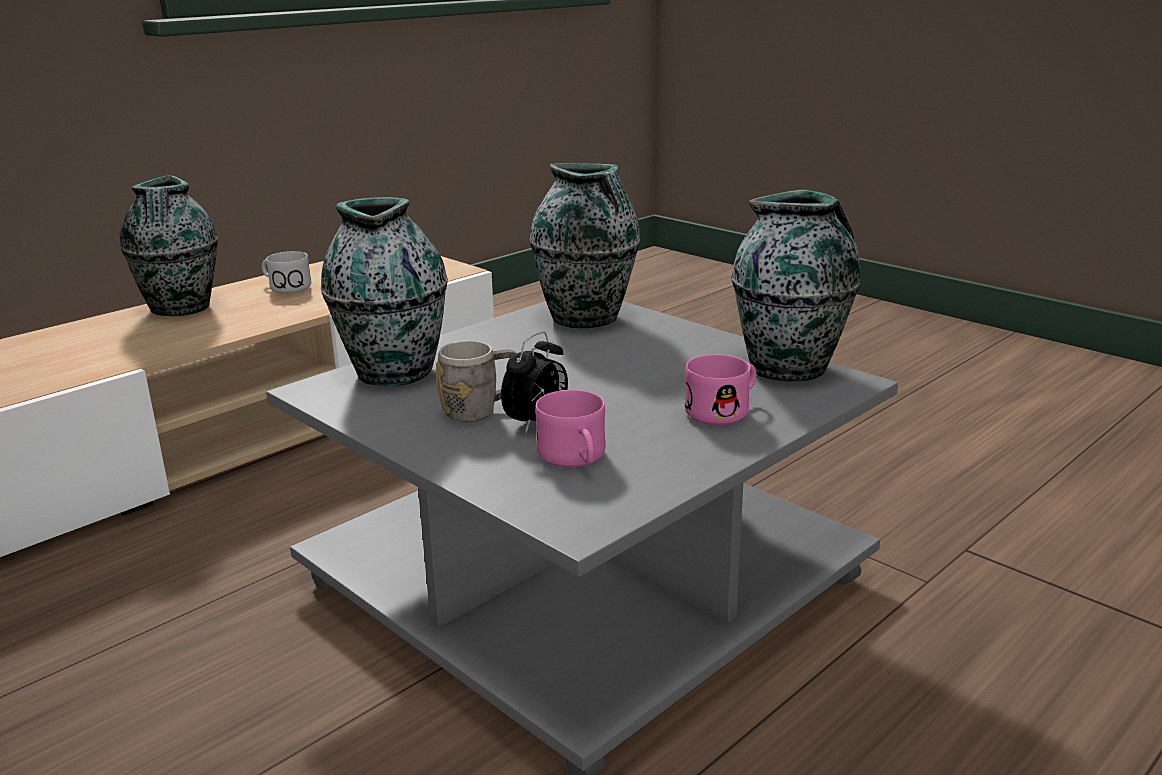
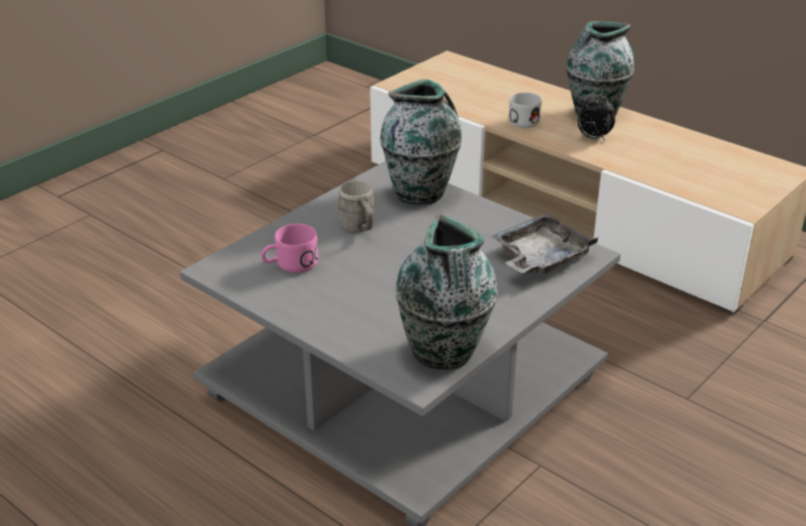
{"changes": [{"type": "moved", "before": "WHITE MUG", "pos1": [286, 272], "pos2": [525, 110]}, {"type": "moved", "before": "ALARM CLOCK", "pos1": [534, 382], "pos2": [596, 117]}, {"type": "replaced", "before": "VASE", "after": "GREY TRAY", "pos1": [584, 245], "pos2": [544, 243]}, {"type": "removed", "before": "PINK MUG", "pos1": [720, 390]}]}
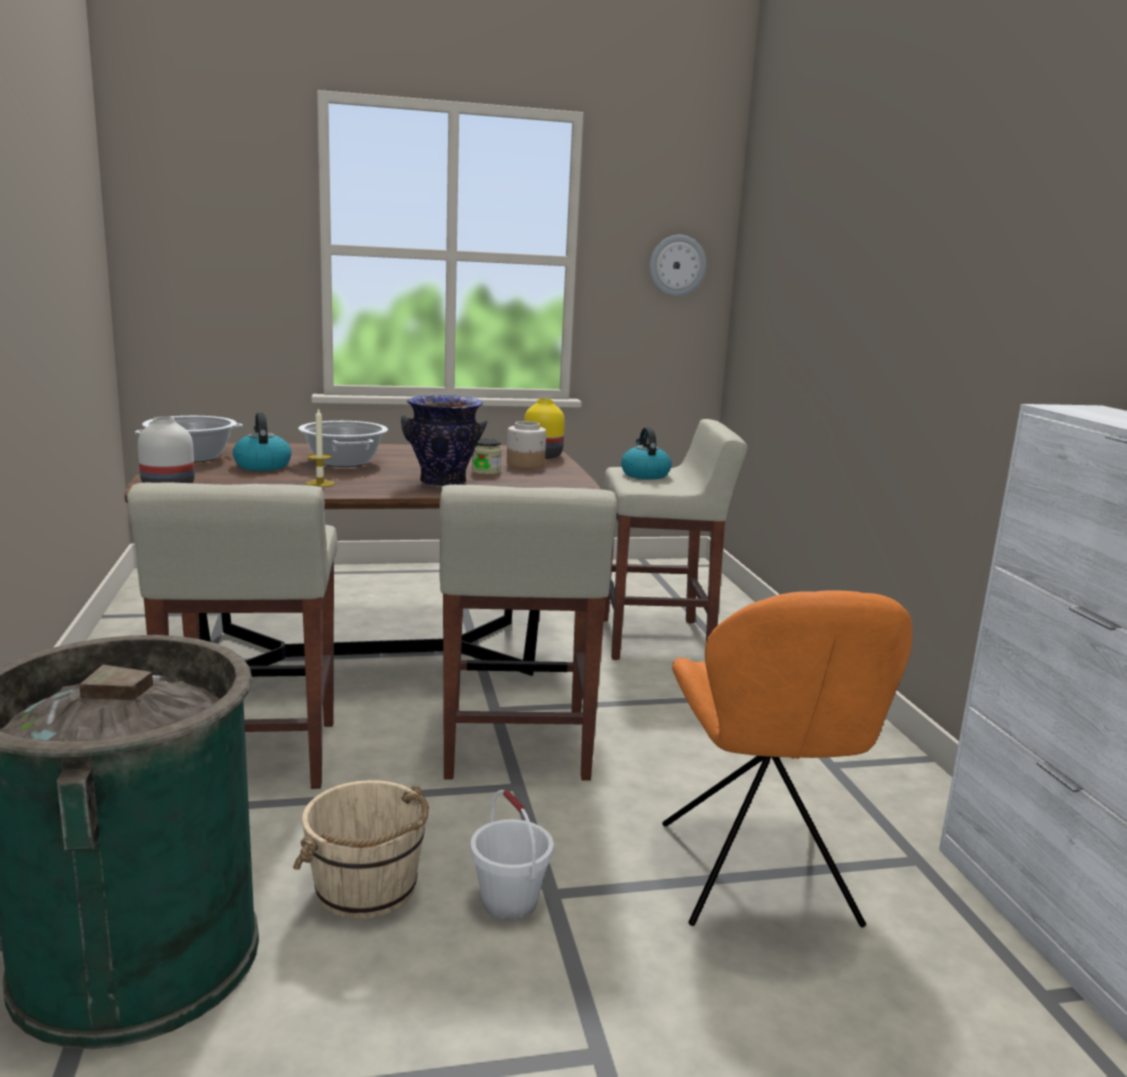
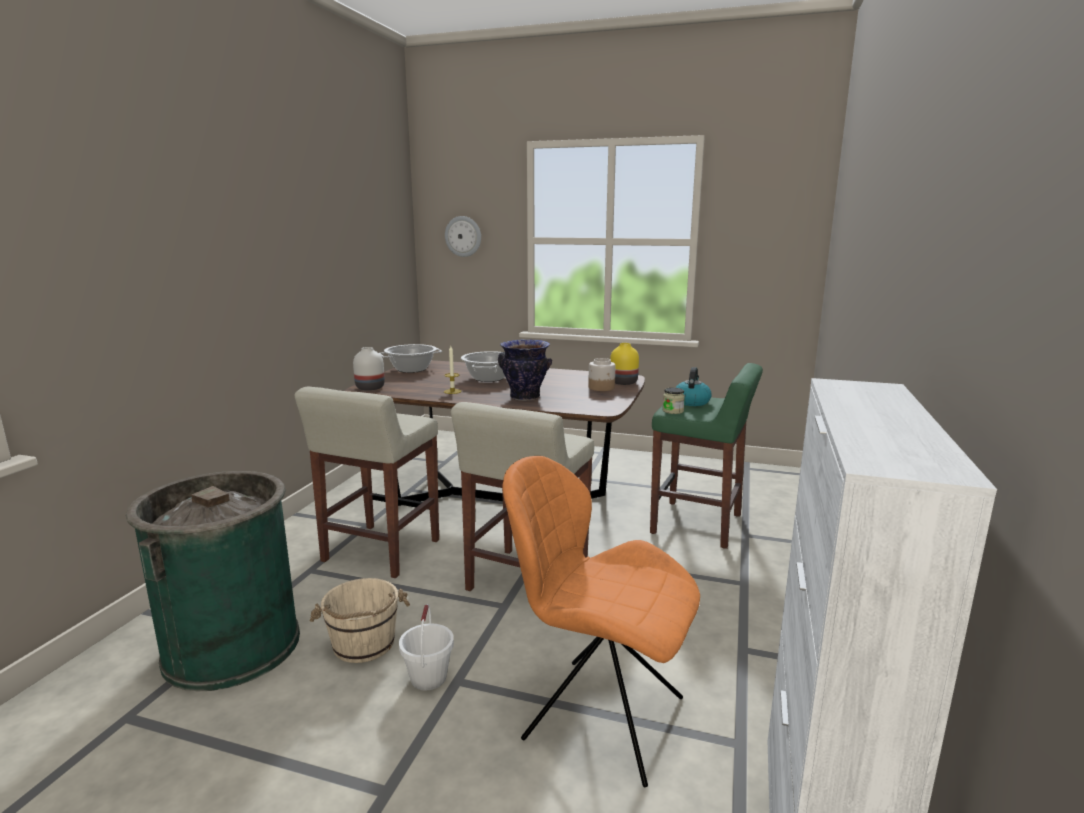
{"changes": [{"type": "removed", "before": "KETTLE", "pos1": [262, 441]}, {"type": "moved", "before": "JAR", "pos1": [487, 457], "pos2": [674, 401]}, {"type": "recoloured", "before": "BEIGE STOOL", "after": "GREEN STOOL", "pos1": [676, 539], "pos2": [706, 456]}, {"type": "moved", "before": "WALL CLOCK", "pos1": [677, 266], "pos2": [463, 236]}, {"type": "turned", "before": "ORANGE CHAIR", "pos1": [787, 758], "pos2": [601, 621], "turn": 90}]}
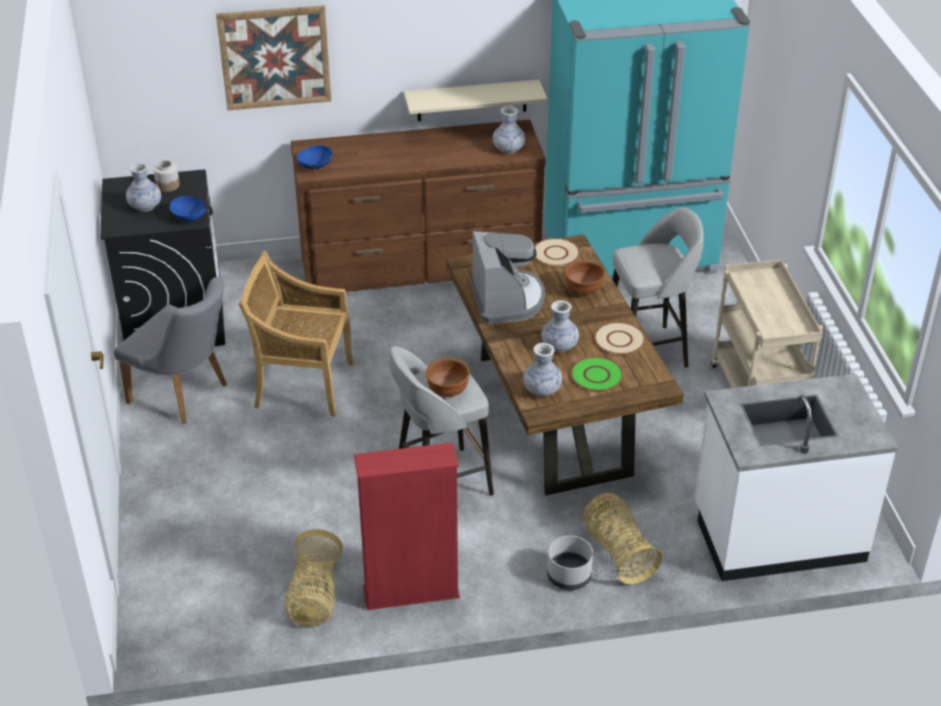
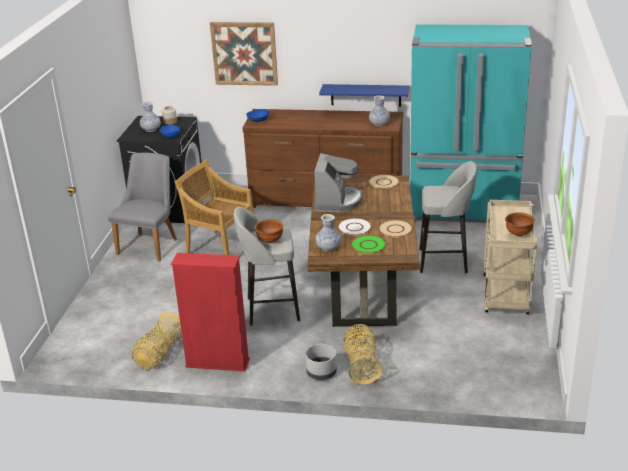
{"changes": [{"type": "turned", "before": "GREY CHAIR", "pos1": [170, 350], "pos2": [142, 207], "turn": -120}, {"type": "recoloured", "before": "BEIGE SHELF", "after": "BLUE SHELF", "pos1": [475, 100], "pos2": [364, 95]}, {"type": "replaced", "before": "VASE", "after": "WHITE PLATE", "pos1": [560, 326], "pos2": [355, 226]}, {"type": "moved", "before": "BROWN BOWL", "pos1": [585, 277], "pos2": [520, 224]}, {"type": "removed", "before": "WHITE COUNTER", "pos1": [796, 477]}]}
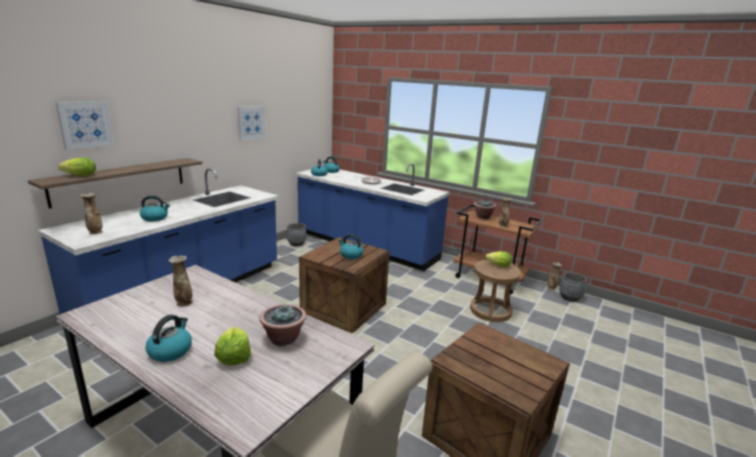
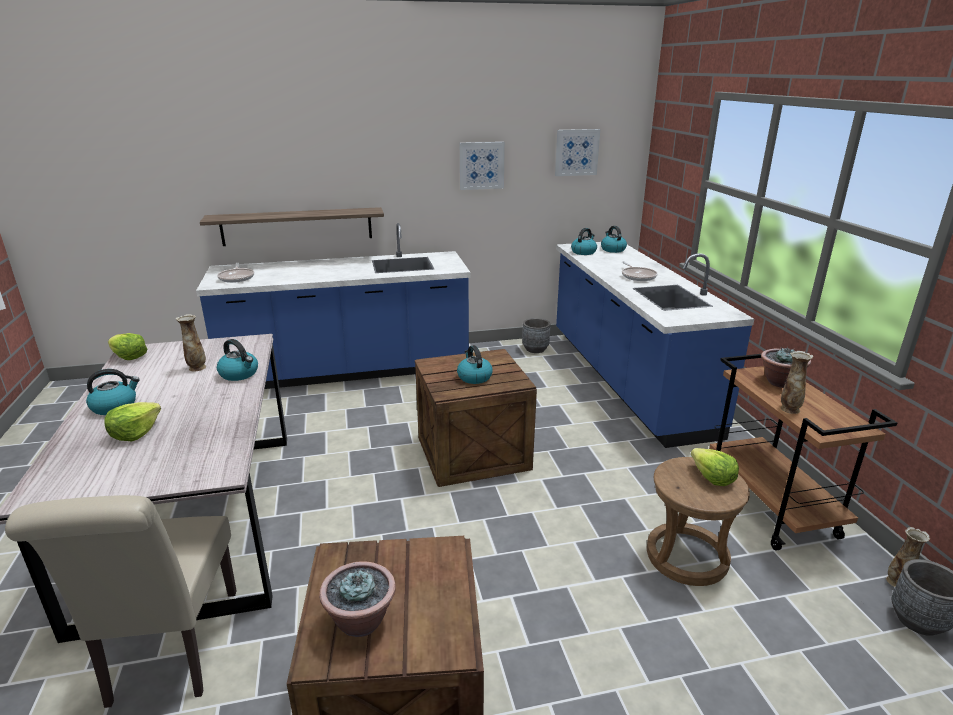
{"changes": [{"type": "moved", "before": "PICTURE", "pos1": [85, 125], "pos2": [577, 152]}, {"type": "moved", "before": "LETTUCE", "pos1": [77, 166], "pos2": [127, 346]}, {"type": "replaced", "before": "VASE", "after": "FRYING PAN", "pos1": [91, 214], "pos2": [235, 273]}, {"type": "moved", "before": "KETTLE", "pos1": [155, 208], "pos2": [237, 360]}, {"type": "moved", "before": "POTTED PLANT", "pos1": [283, 325], "pos2": [357, 599]}]}
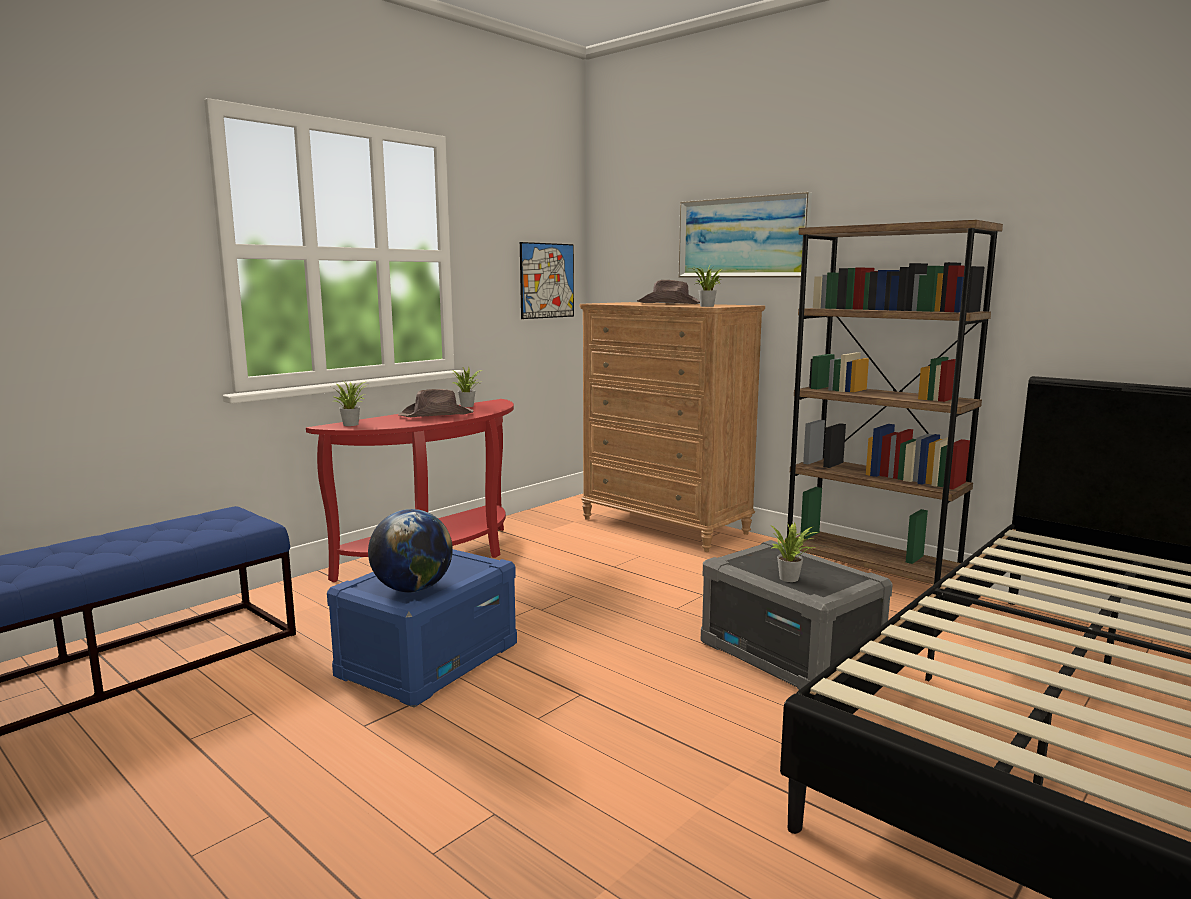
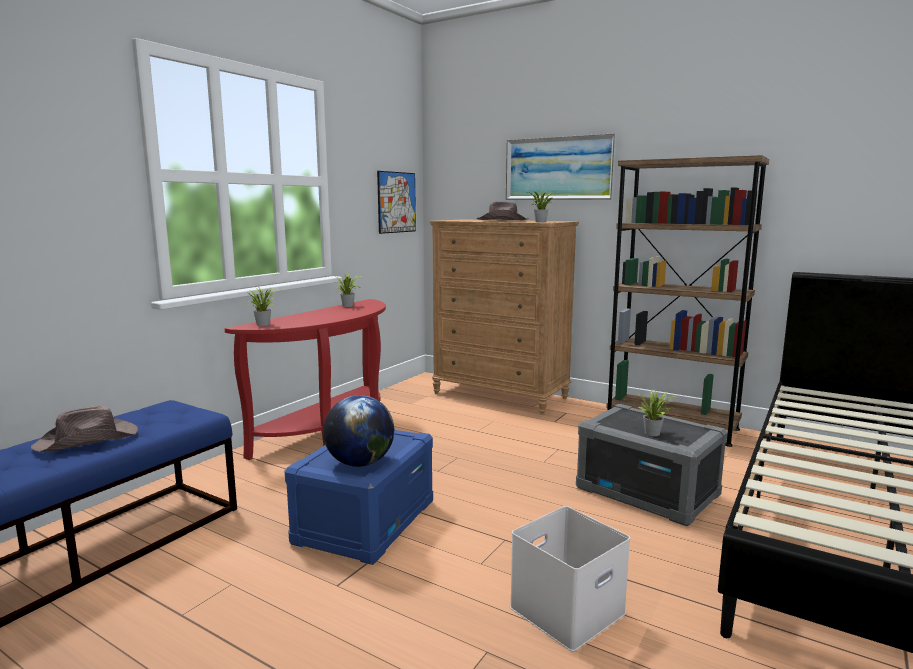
{"changes": [{"type": "moved", "before": "BROWN HAT", "pos1": [436, 403], "pos2": [84, 428]}, {"type": "added", "after": "WHITE STORAGE BOX", "pos2": [570, 578]}]}
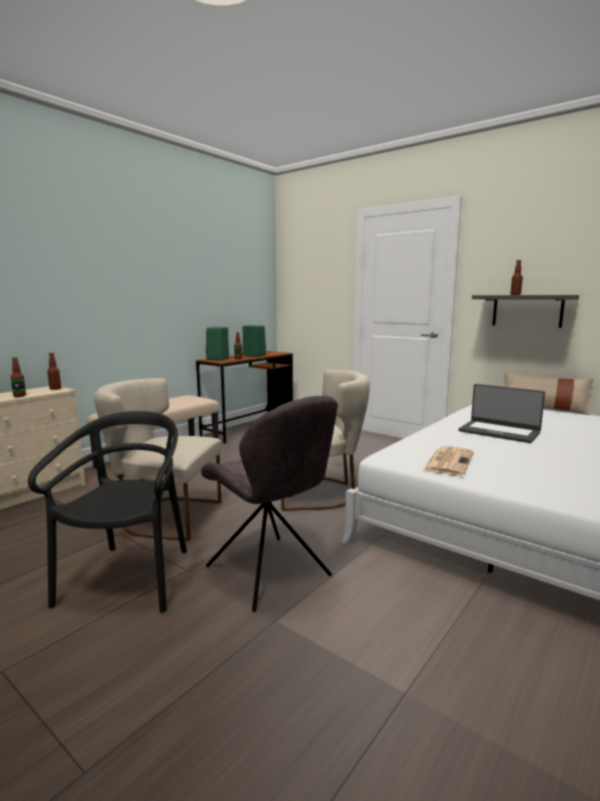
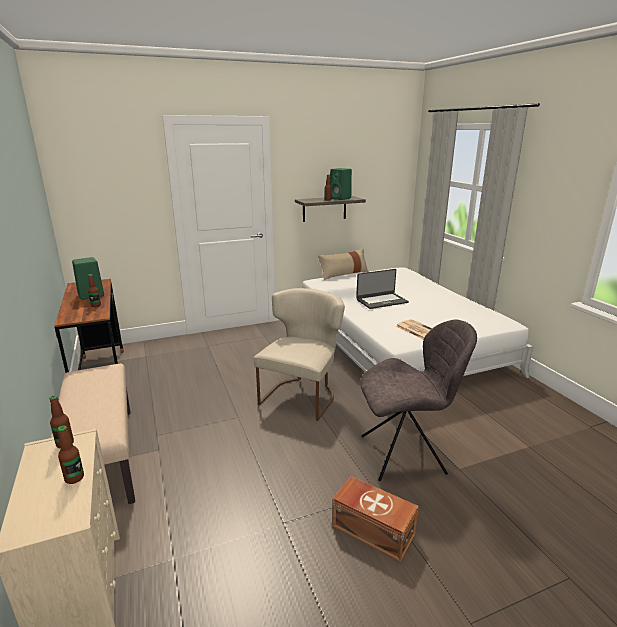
{"changes": [{"type": "replaced", "before": "BLACK CHAIR", "after": "BROWN STORAGE BOX", "pos1": [107, 512], "pos2": [375, 519]}, {"type": "removed", "before": "BEIGE CHAIR", "pos1": [157, 459]}, {"type": "moved", "before": "GREEN SPEAKER", "pos1": [217, 344], "pos2": [341, 184]}]}
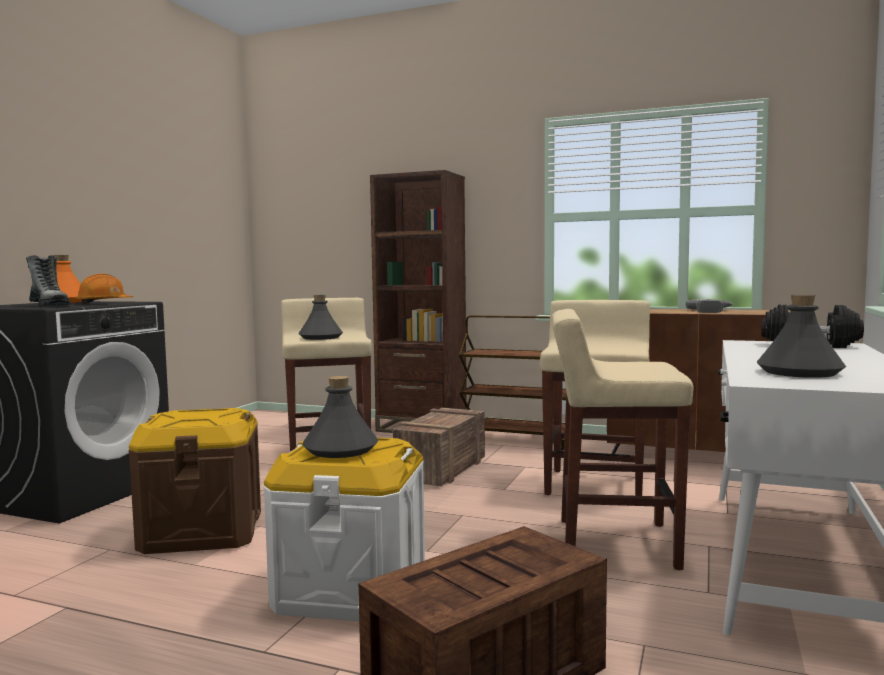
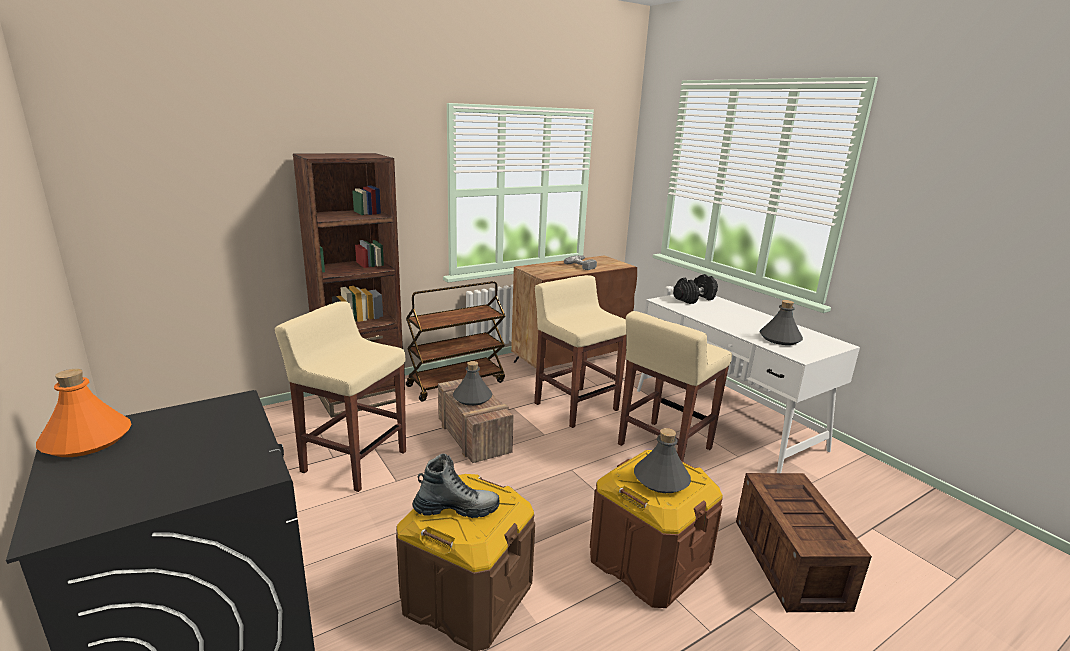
{"changes": [{"type": "moved", "before": "BOOT", "pos1": [48, 281], "pos2": [456, 485]}, {"type": "removed", "before": "ORANGE HARD HAT", "pos1": [104, 289]}, {"type": "recoloured", "before": "WHITE STORAGE BOX", "after": "BROWN STORAGE BOX", "pos1": [344, 530], "pos2": [656, 529]}, {"type": "moved", "before": "GREY BOTTLE", "pos1": [320, 317], "pos2": [472, 383]}]}
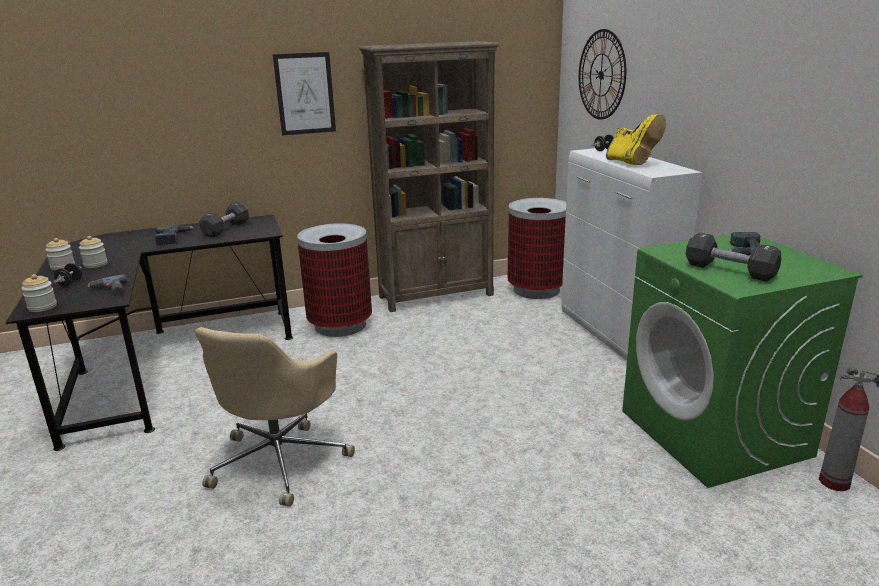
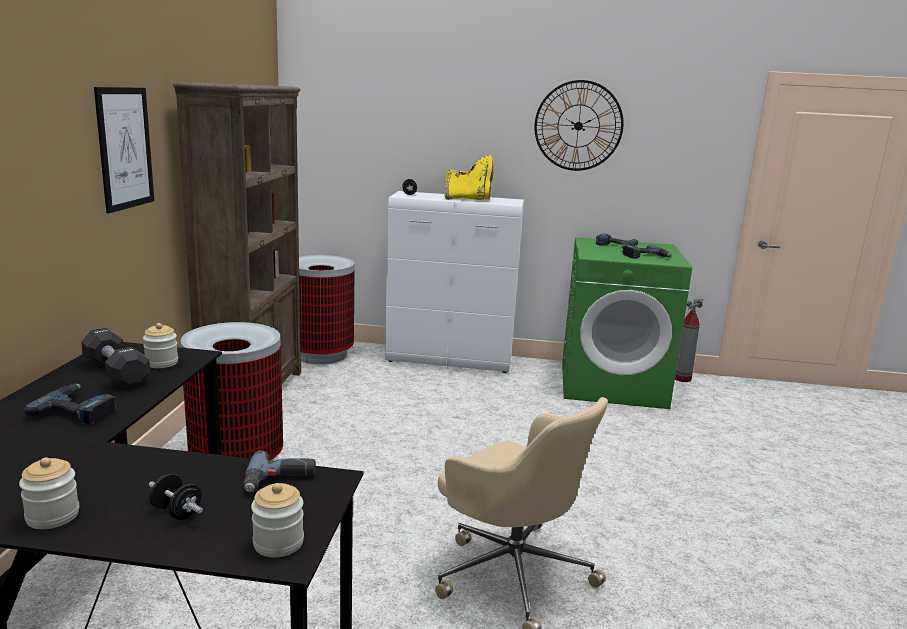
{"changes": [{"type": "moved", "before": "JAR", "pos1": [93, 252], "pos2": [160, 345]}, {"type": "moved", "before": "WALL CLOCK", "pos1": [602, 74], "pos2": [579, 125]}, {"type": "replaced", "before": "BLACK DUMBBELL", "after": "POWER DRILL", "pos1": [734, 257], "pos2": [647, 252]}]}
